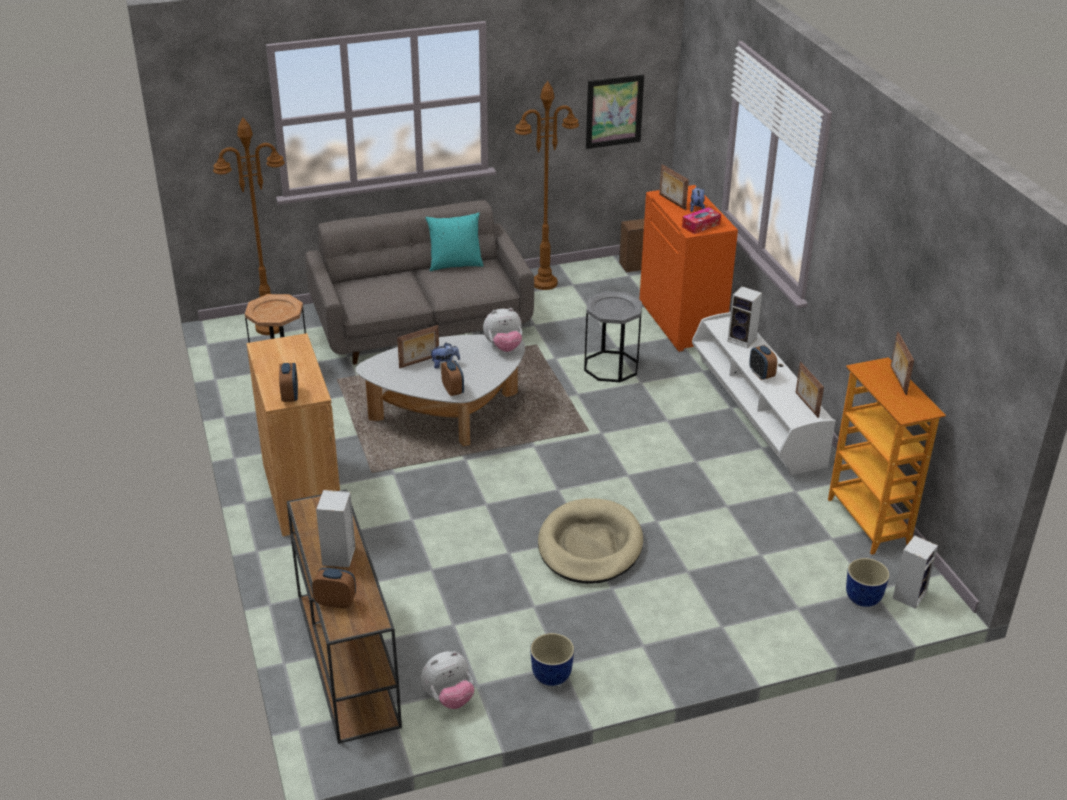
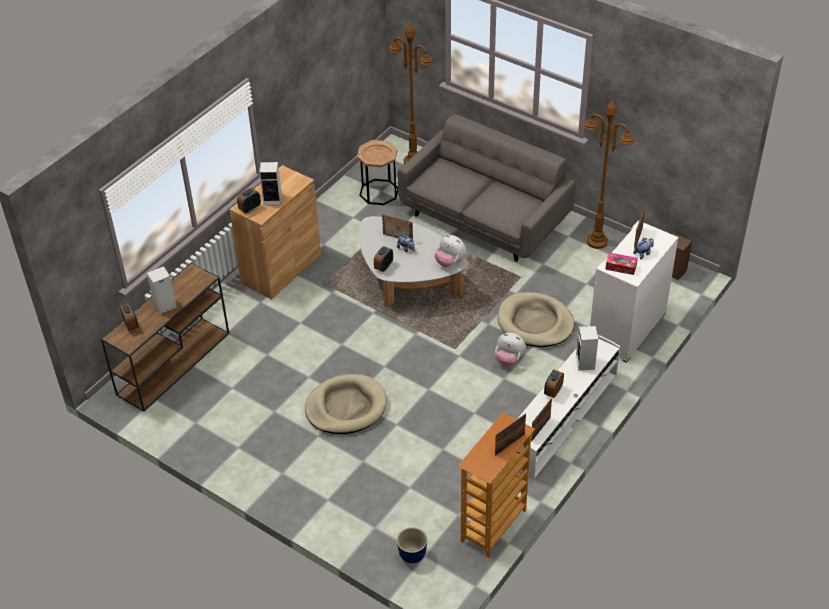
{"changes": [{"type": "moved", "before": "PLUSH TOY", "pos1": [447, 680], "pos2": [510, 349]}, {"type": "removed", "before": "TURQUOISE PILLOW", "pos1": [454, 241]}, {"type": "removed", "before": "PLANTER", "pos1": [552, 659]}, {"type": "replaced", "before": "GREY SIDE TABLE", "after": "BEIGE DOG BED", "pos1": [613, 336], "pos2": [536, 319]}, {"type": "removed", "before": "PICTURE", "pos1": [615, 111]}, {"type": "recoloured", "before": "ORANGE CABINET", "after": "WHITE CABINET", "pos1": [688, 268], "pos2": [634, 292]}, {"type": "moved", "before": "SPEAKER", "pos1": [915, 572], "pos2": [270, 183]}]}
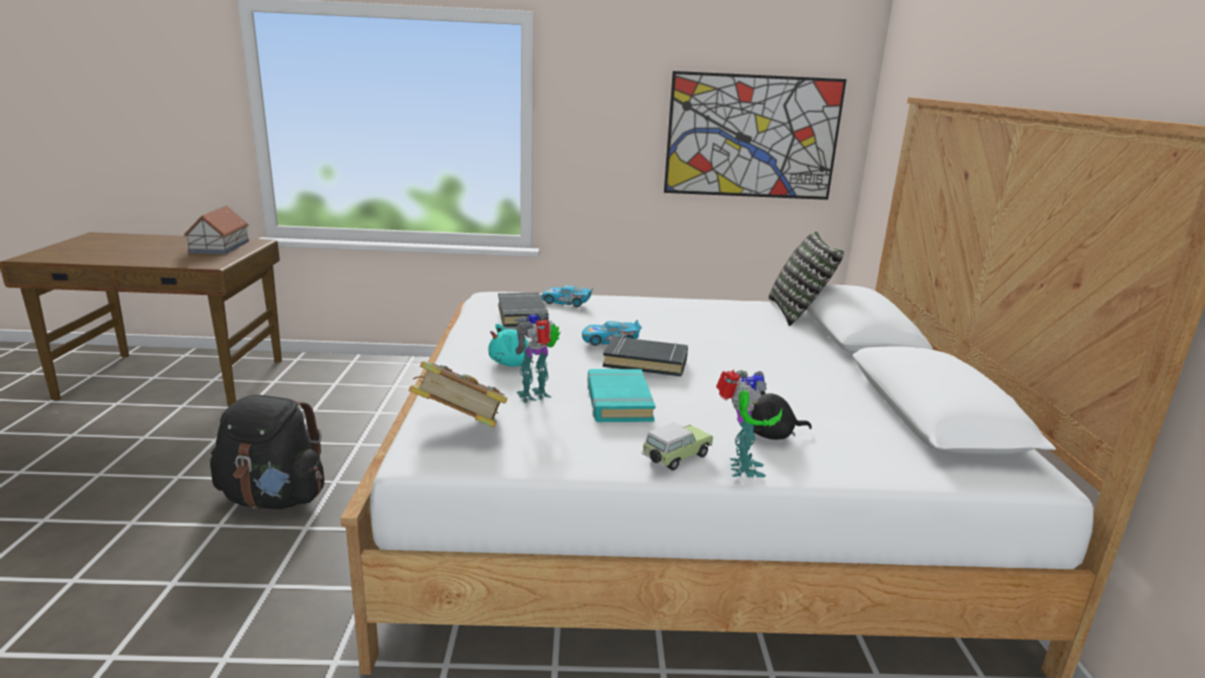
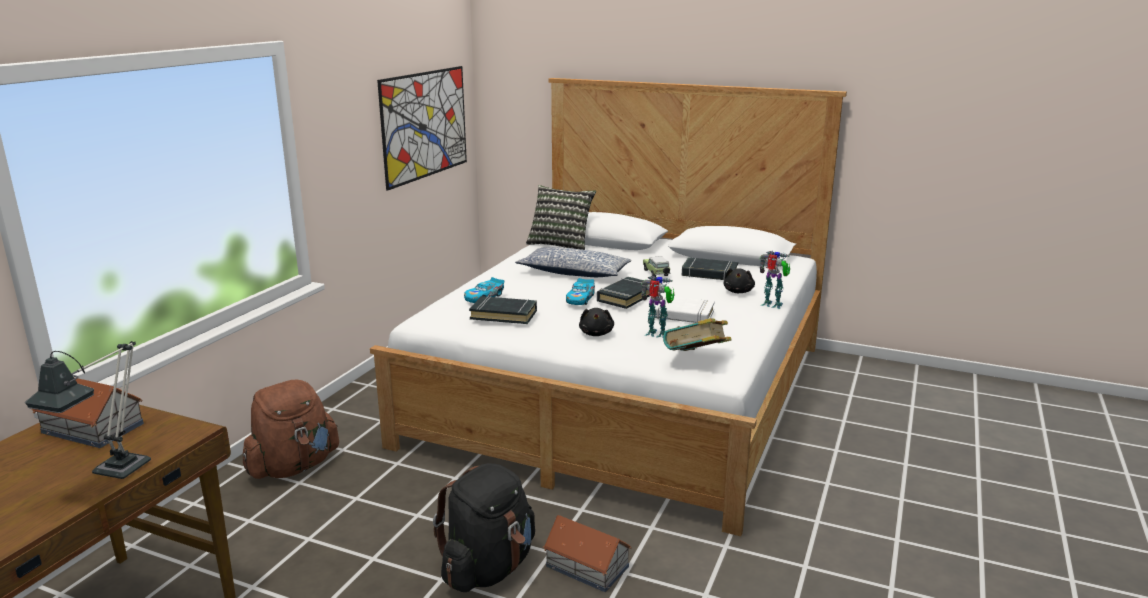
{"changes": [{"type": "recoloured", "before": "TURQUOISE PLUSH TOY", "after": "BLACK PLUSH TOY", "pos1": [512, 345], "pos2": [596, 322]}, {"type": "turned", "before": "TOY ROBOT", "pos1": [537, 358], "pos2": [658, 306], "turn": 120}, {"type": "recoloured", "before": "TURQUOISE BOOK", "after": "WHITE BOOK", "pos1": [621, 395], "pos2": [682, 309]}, {"type": "moved", "before": "TOY CAR", "pos1": [677, 447], "pos2": [656, 266]}, {"type": "added", "after": "TABLE LAMP", "pos2": [88, 410]}, {"type": "added", "after": "BROWN BACKPACK", "pos2": [291, 429]}, {"type": "added", "after": "PILLOW", "pos2": [573, 262]}, {"type": "added", "after": "TOY HOUSE", "pos2": [587, 553]}, {"type": "added", "after": "BLACK BOOK", "pos2": [710, 269]}]}
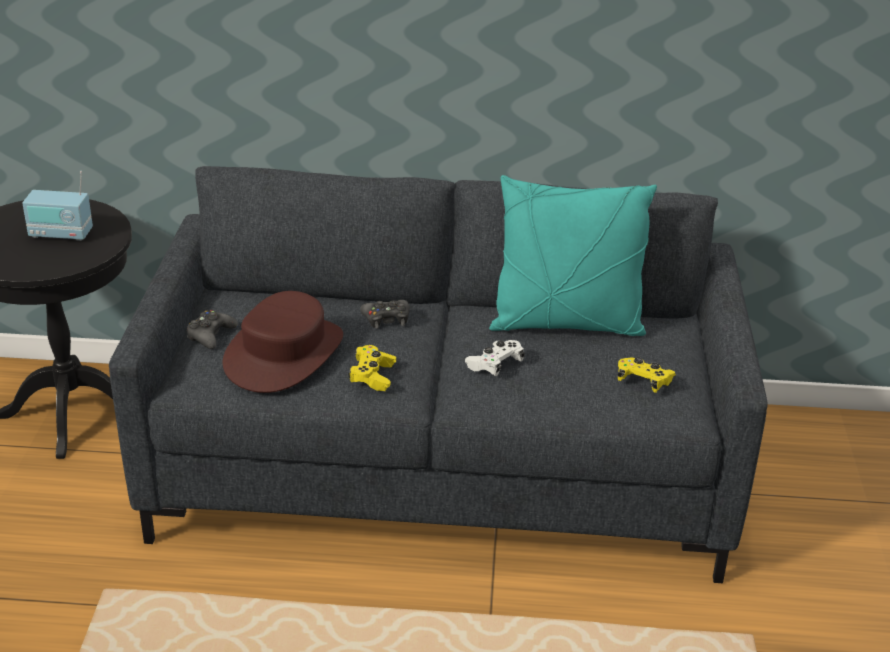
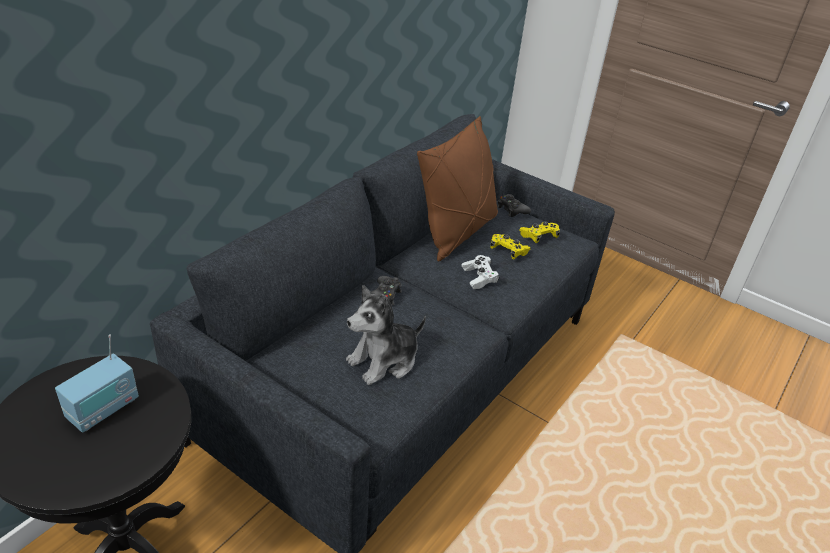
{"changes": [{"type": "moved", "before": "BLACK GAME CONTROLLER", "pos1": [212, 329], "pos2": [514, 205]}, {"type": "replaced", "before": "BROWN HAT", "after": "PLUSH TOY", "pos1": [283, 342], "pos2": [386, 335]}, {"type": "moved", "before": "YELLOW GAME CONTROLLER", "pos1": [372, 368], "pos2": [510, 247]}, {"type": "recoloured", "before": "TURQUOISE PILLOW", "after": "BROWN PILLOW", "pos1": [573, 255], "pos2": [457, 189]}]}
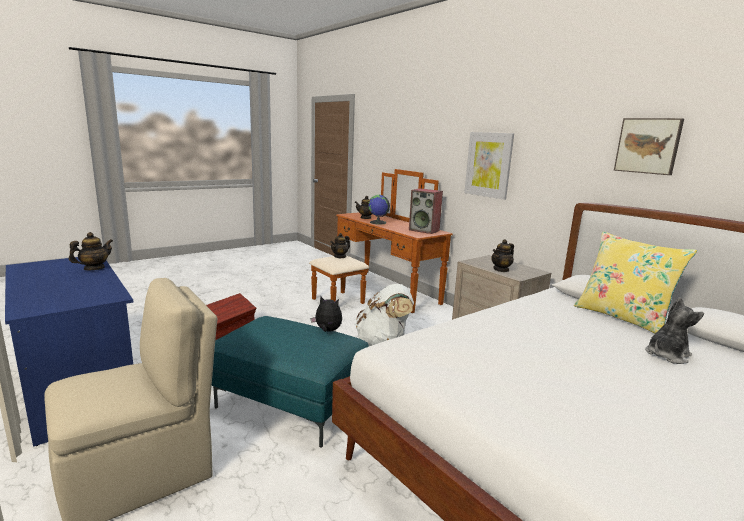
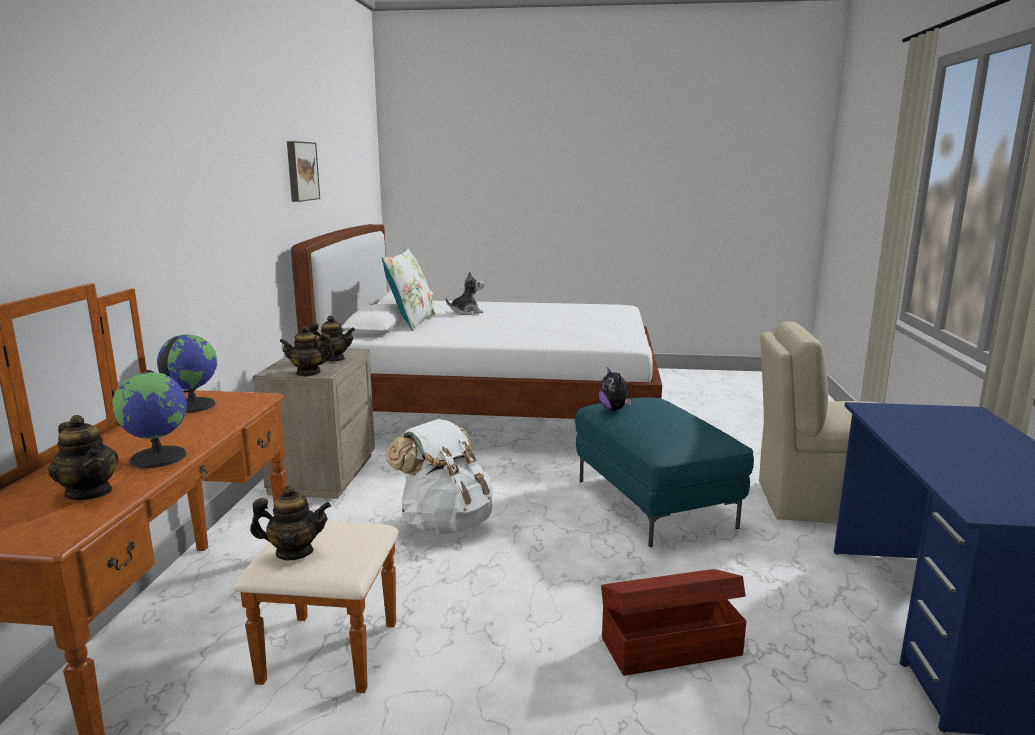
{"changes": [{"type": "moved", "before": "TEAPOT", "pos1": [91, 251], "pos2": [307, 351]}, {"type": "replaced", "before": "SPEAKER", "after": "GLOBE", "pos1": [426, 211], "pos2": [186, 373]}, {"type": "removed", "before": "PICTURE", "pos1": [489, 166]}, {"type": "recoloured", "before": "YELLOW PILLOW", "after": "WHITE PILLOW", "pos1": [635, 282], "pos2": [408, 289]}, {"type": "turned", "before": "PLUSH TOY", "pos1": [674, 330], "pos2": [465, 293], "turn": 150}]}
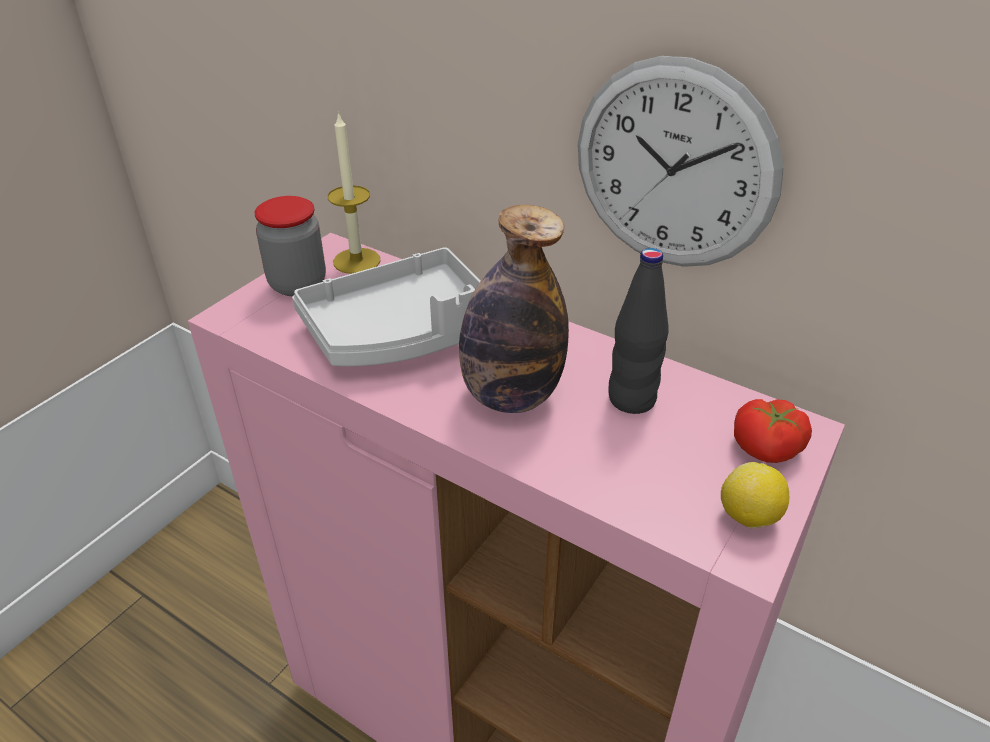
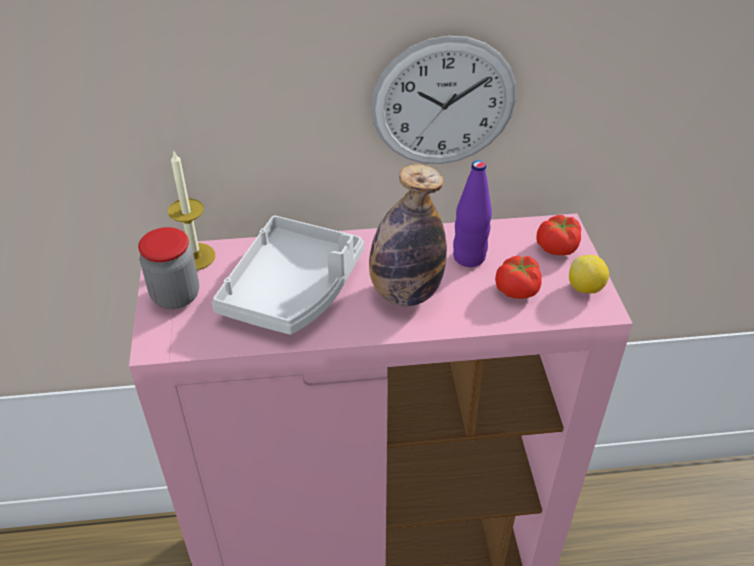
{"changes": [{"type": "recoloured", "before": "BLACK BOTTLE", "after": "PURPLE BOTTLE", "pos1": [639, 331], "pos2": [472, 213]}, {"type": "added", "after": "TOMATO", "pos2": [518, 277]}]}
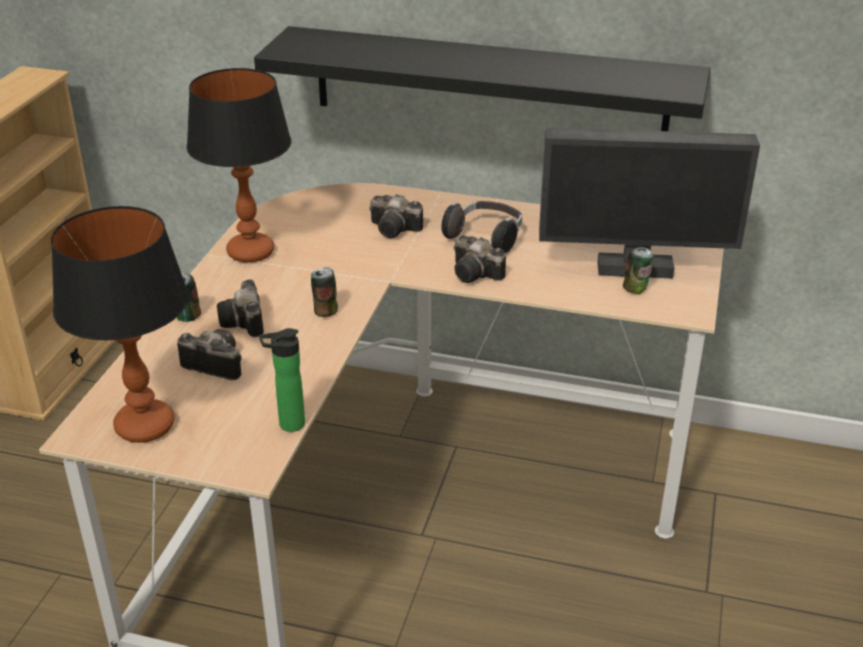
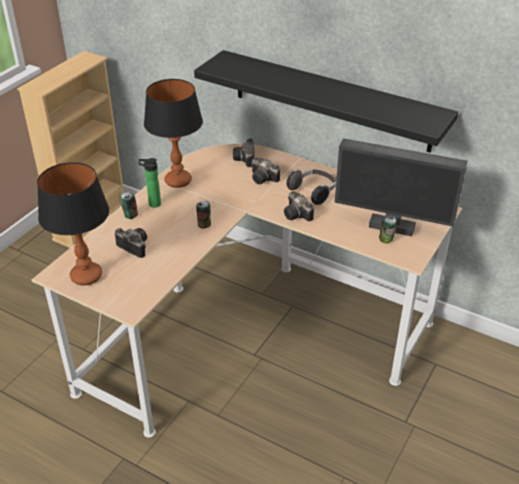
{"changes": [{"type": "moved", "before": "PHOTO CAMERA", "pos1": [240, 308], "pos2": [243, 152]}, {"type": "moved", "before": "BOTTLE", "pos1": [282, 380], "pos2": [150, 183]}]}
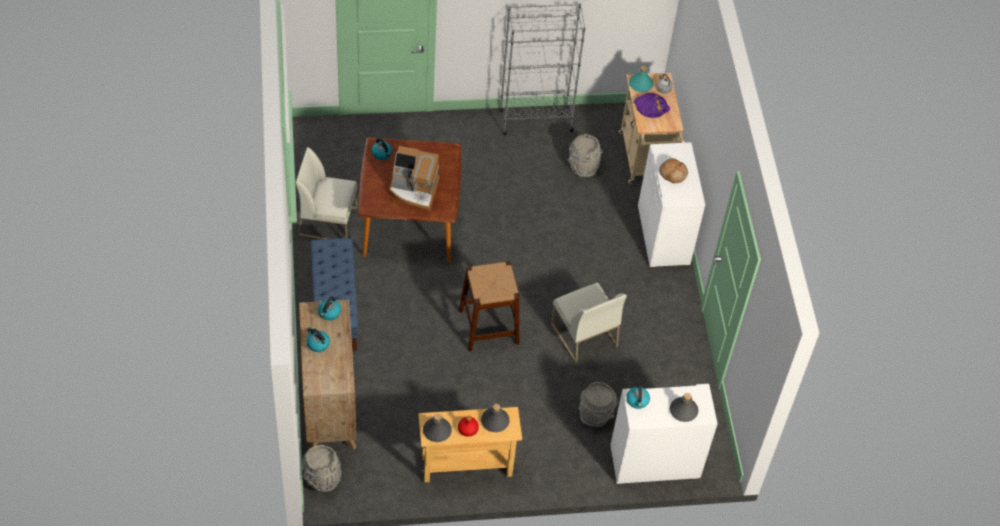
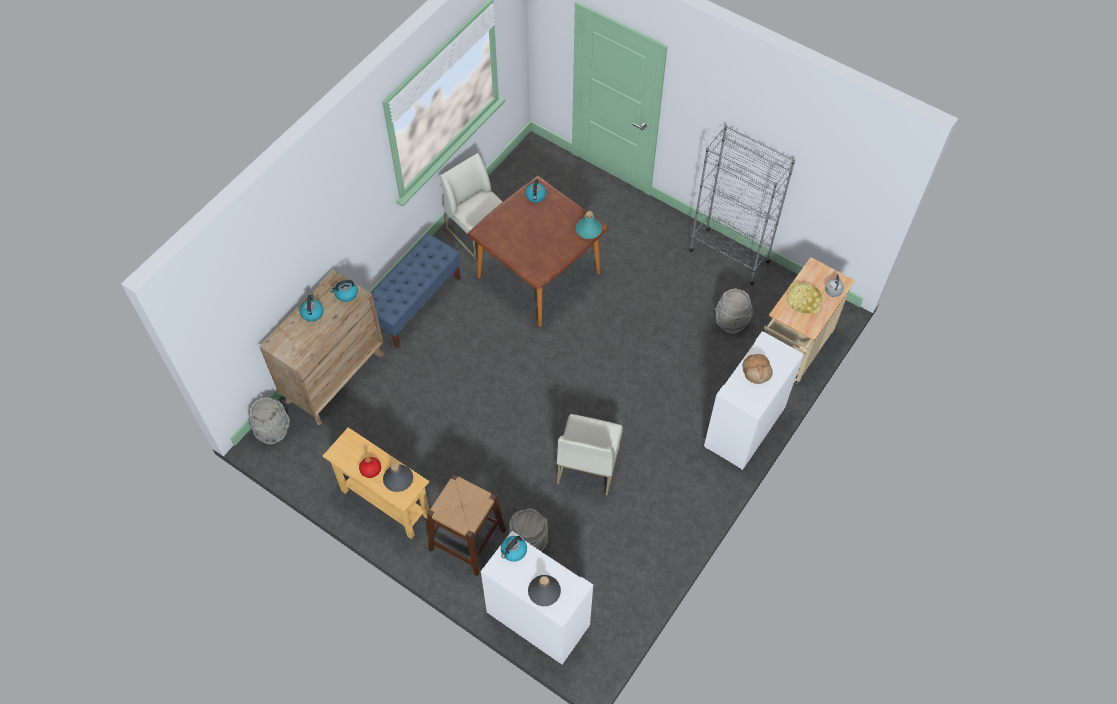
{"changes": [{"type": "removed", "before": "COFFEE MACHINE", "pos1": [414, 178]}, {"type": "removed", "before": "GREY BOTTLE", "pos1": [437, 428]}, {"type": "moved", "before": "BROWN STOOL", "pos1": [489, 306], "pos2": [466, 525]}, {"type": "moved", "before": "TURQUOISE BOTTLE", "pos1": [641, 79], "pos2": [589, 225]}, {"type": "recoloured", "before": "PURPLE TRAY", "after": "YELLOW TRAY", "pos1": [652, 105], "pos2": [804, 298]}]}
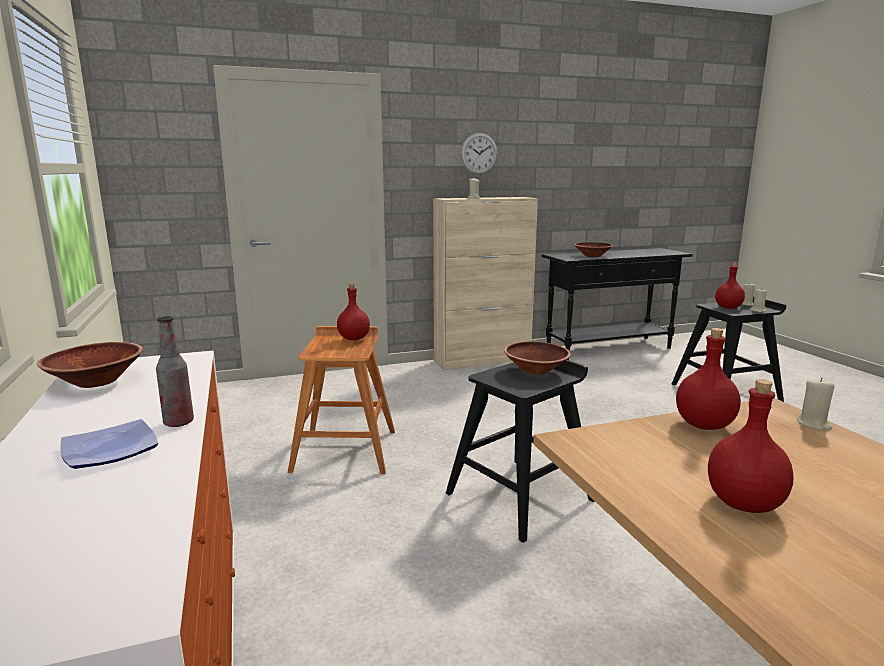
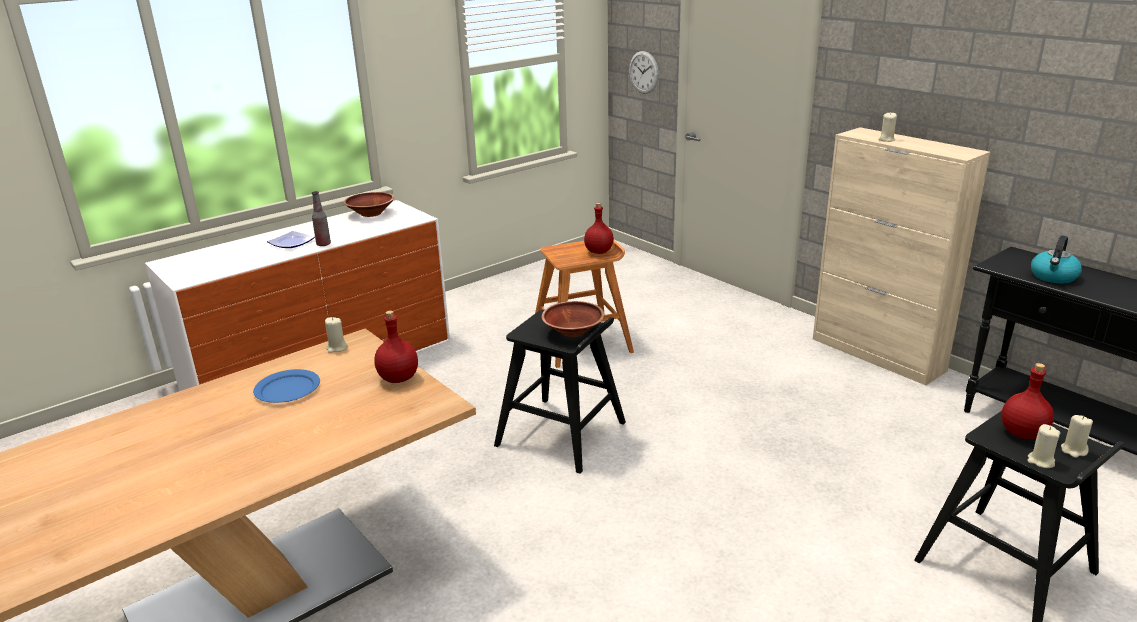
{"changes": [{"type": "moved", "before": "WALL CLOCK", "pos1": [479, 153], "pos2": [644, 72]}, {"type": "replaced", "before": "BROWN BOWL", "after": "KETTLE", "pos1": [593, 249], "pos2": [1056, 259]}, {"type": "replaced", "before": "RED BOTTLE", "after": "BLUE PLATE", "pos1": [750, 446], "pos2": [286, 386]}, {"type": "moved", "before": "BEIGE CANDLE", "pos1": [816, 403], "pos2": [336, 335]}]}
